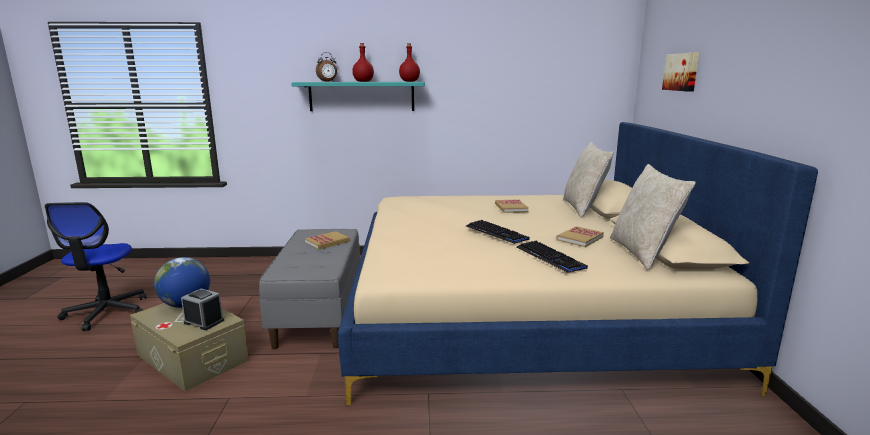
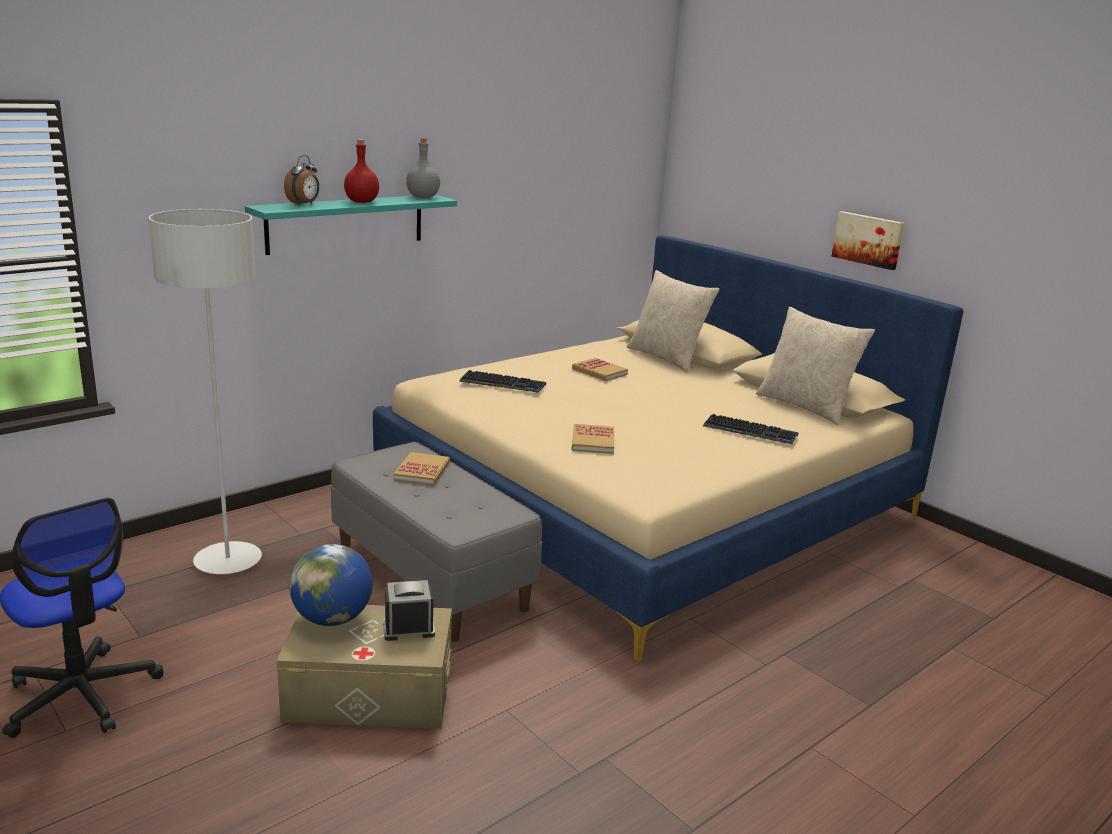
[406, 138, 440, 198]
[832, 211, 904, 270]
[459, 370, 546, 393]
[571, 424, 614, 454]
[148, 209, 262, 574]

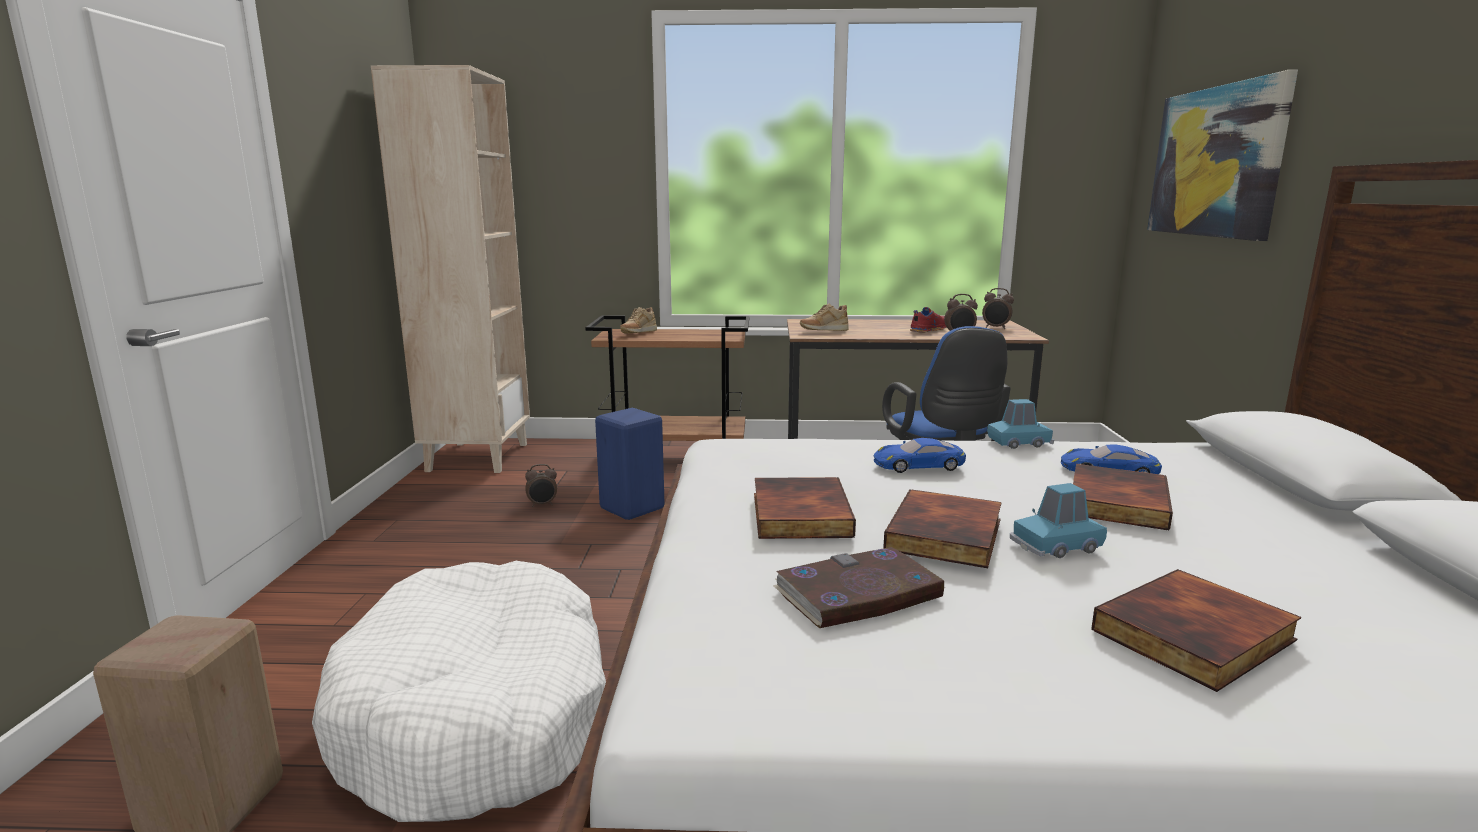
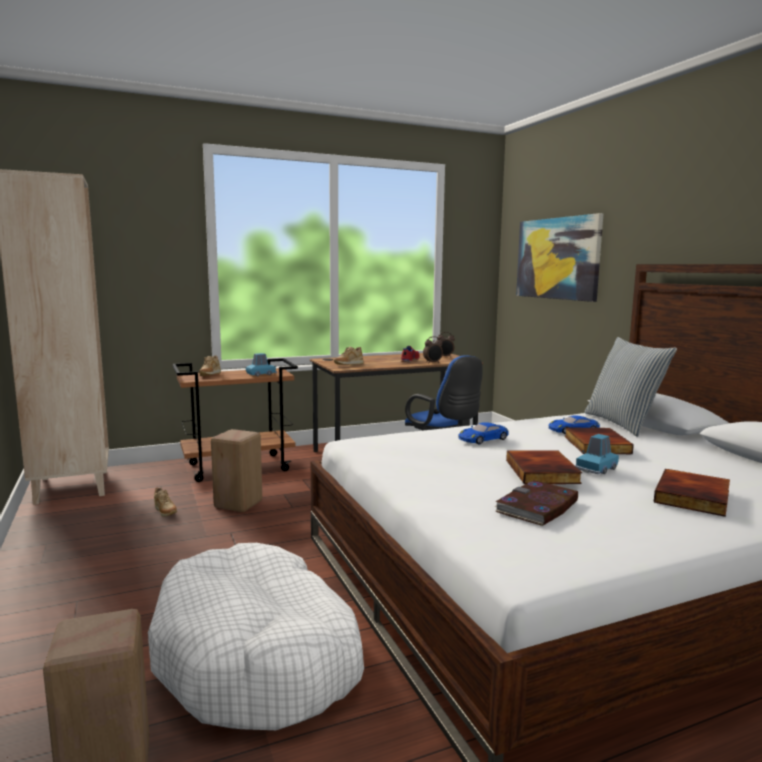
[246, 353, 277, 377]
[211, 429, 262, 512]
[154, 487, 177, 517]
[754, 477, 856, 539] (first image)
[584, 337, 677, 437]

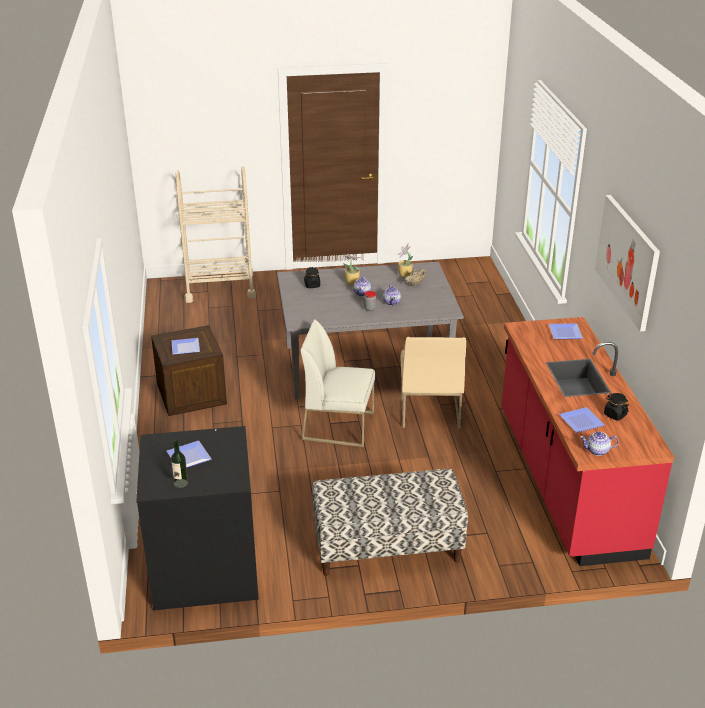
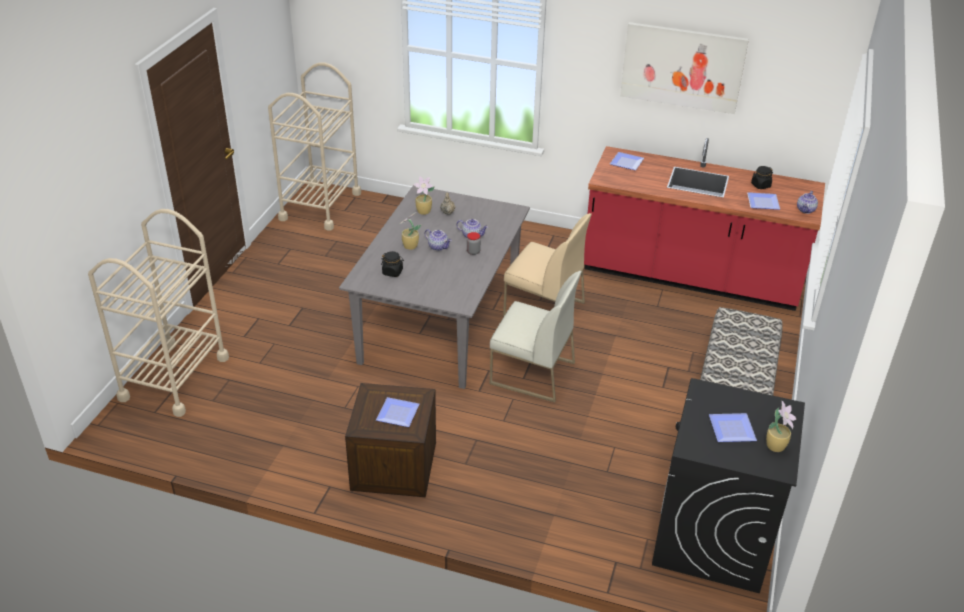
[490, 271, 582, 402]
[766, 401, 796, 452]
[268, 62, 361, 230]

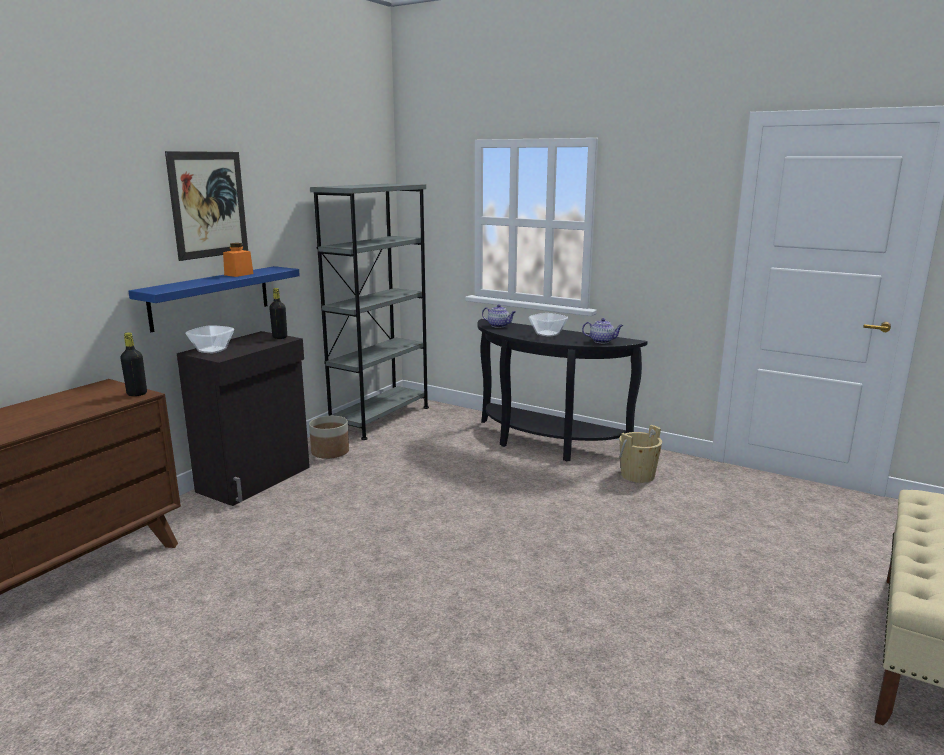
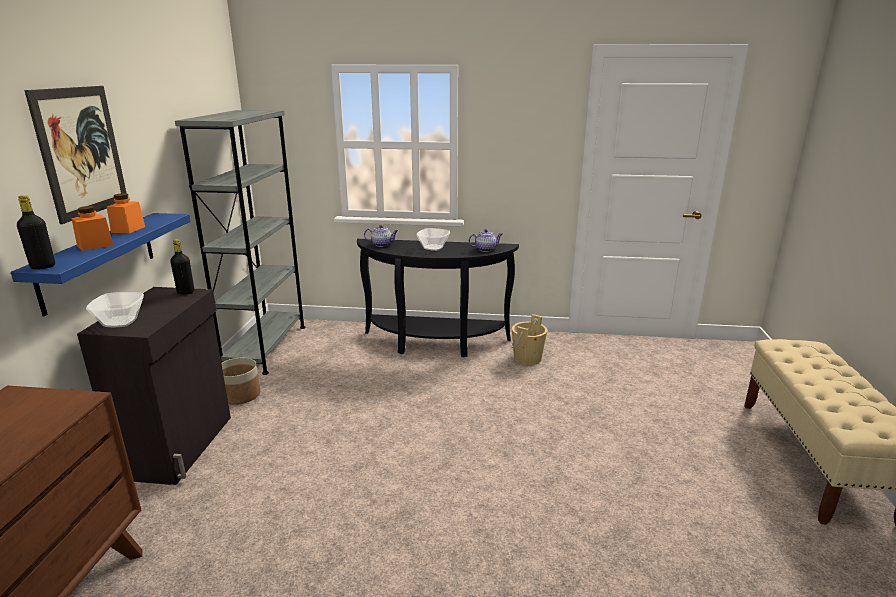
[17, 195, 55, 270]
[71, 206, 113, 251]

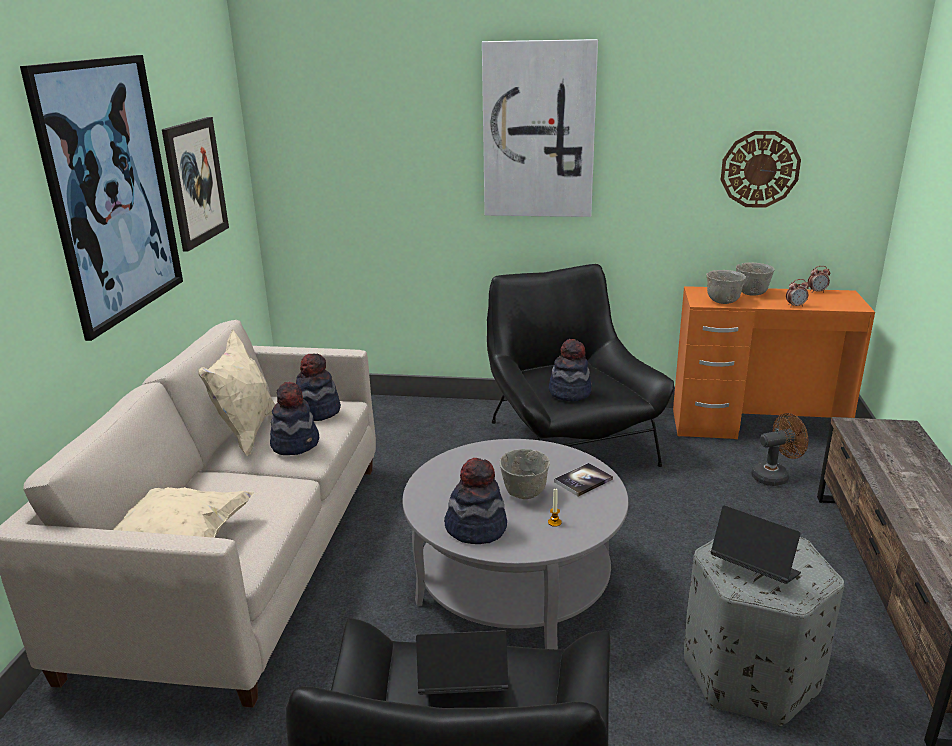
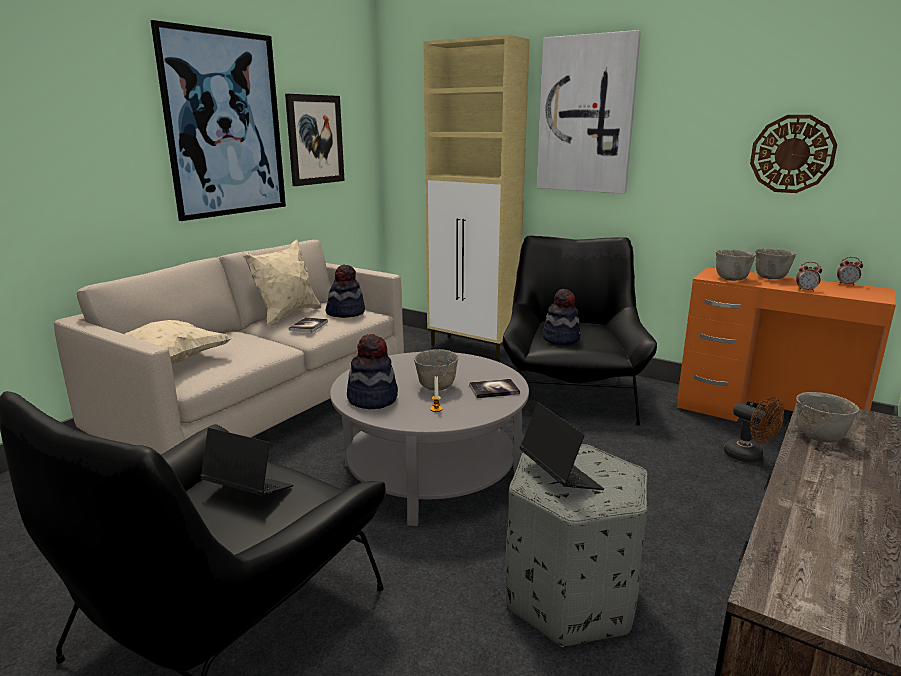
[289, 317, 328, 333]
[724, 397, 784, 463]
[423, 34, 530, 361]
[796, 392, 859, 443]

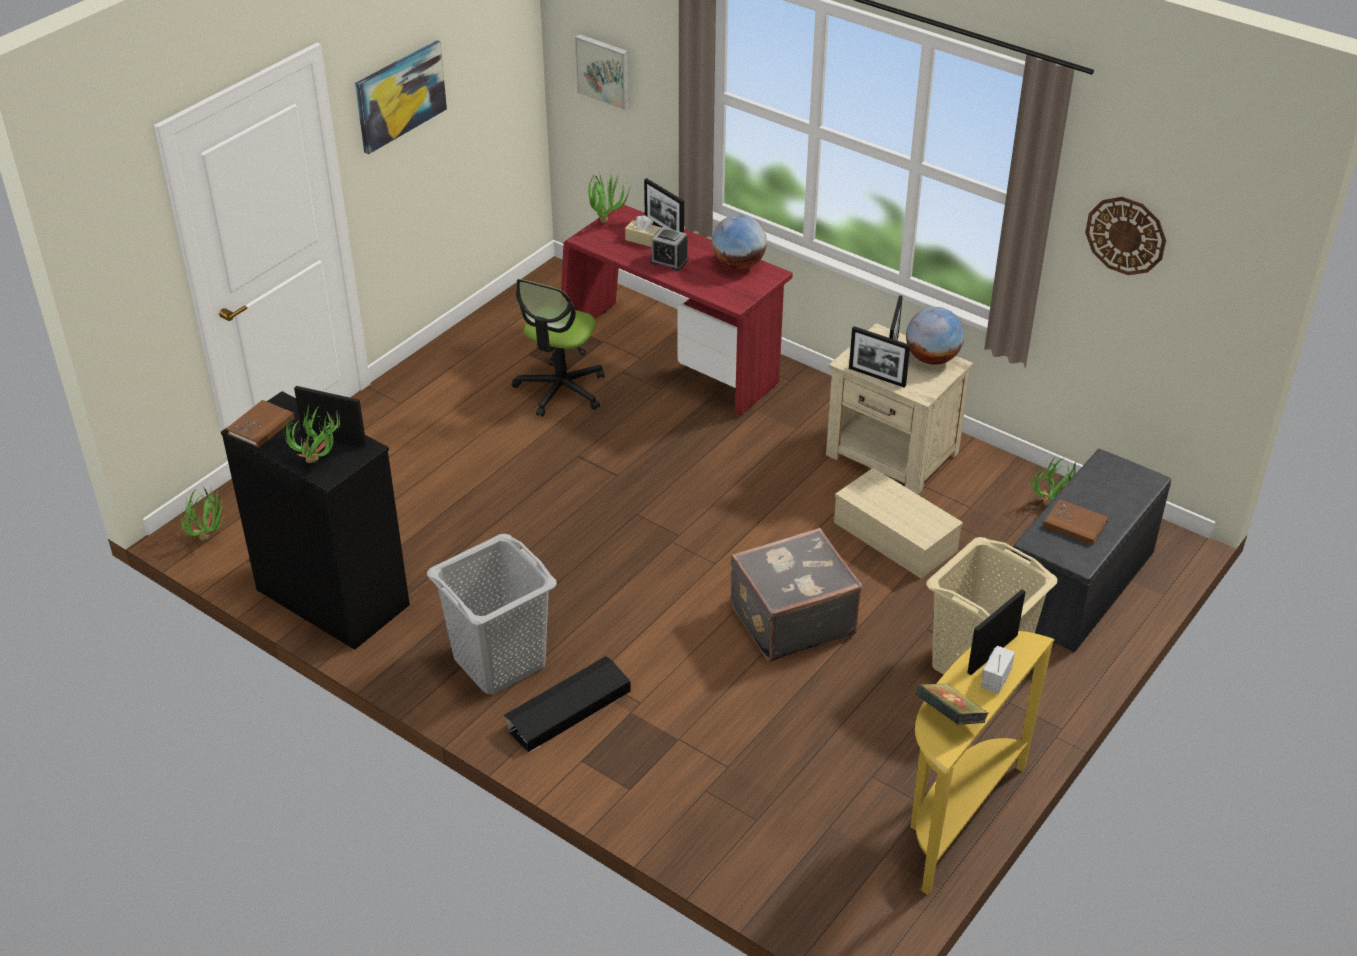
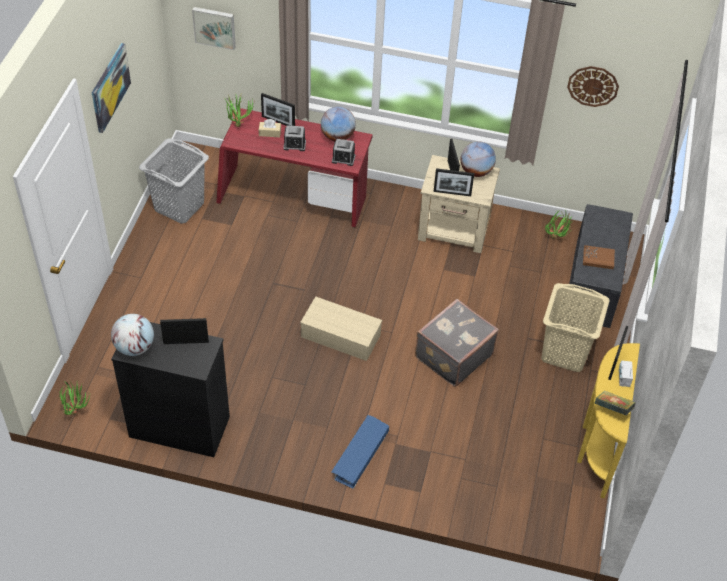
[512, 279, 604, 417] (first image)
[111, 314, 154, 356]
[283, 405, 340, 463] (first image)
[300, 296, 382, 361]
[139, 138, 209, 223]
[332, 415, 389, 489]
[332, 139, 355, 166]

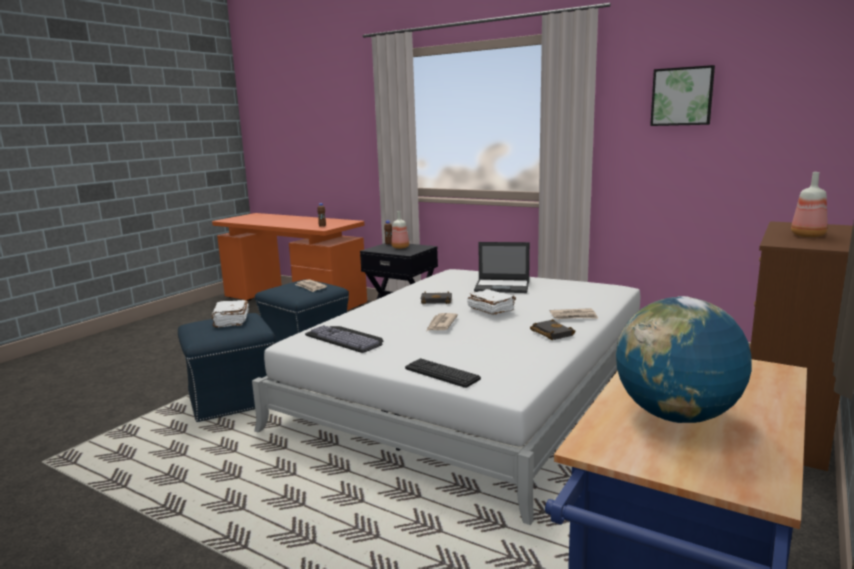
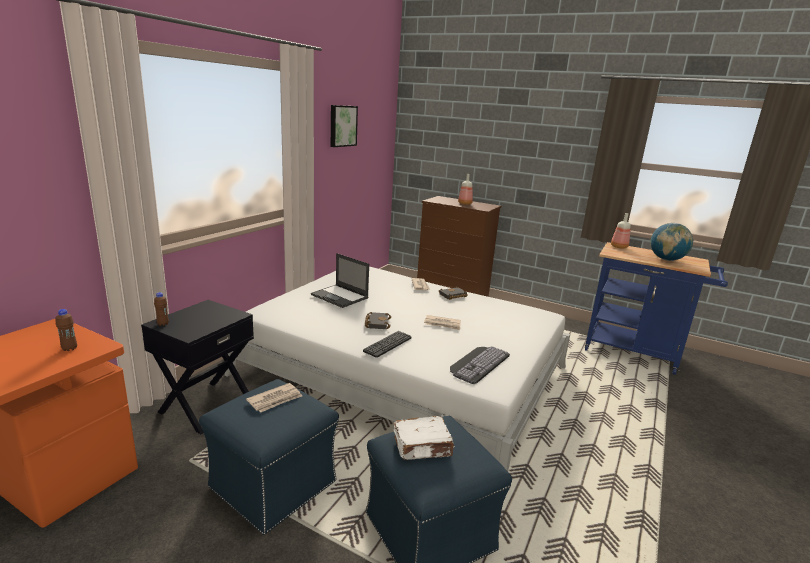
[611, 213, 631, 249]
[311, 253, 369, 308]
[467, 289, 516, 315] (first image)
[363, 331, 412, 358]

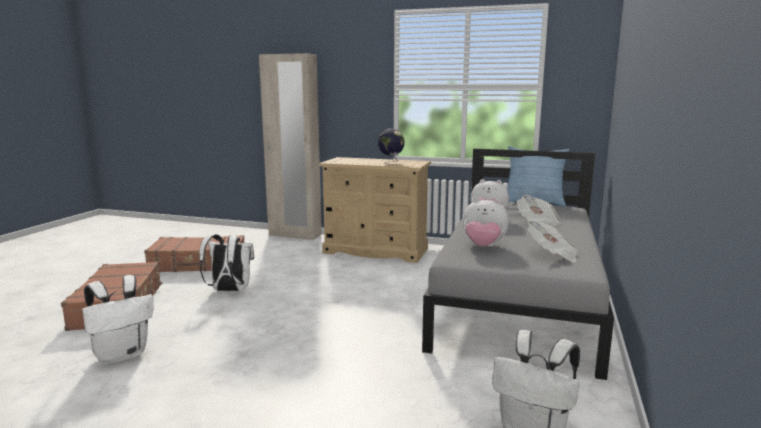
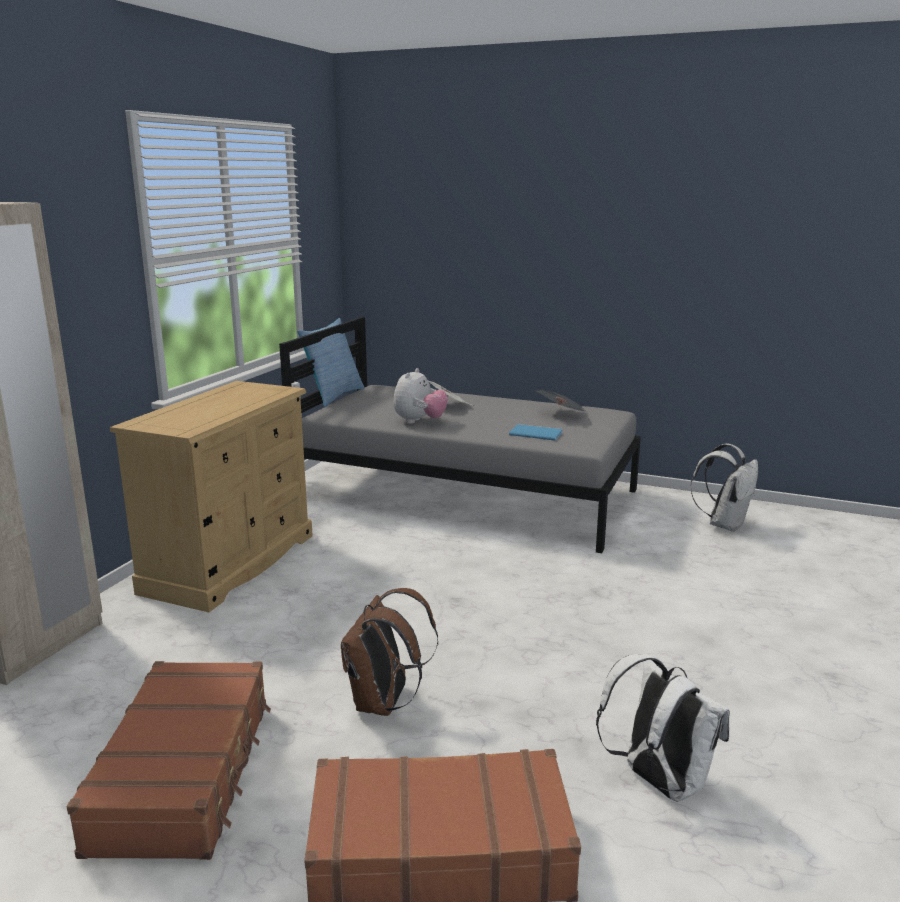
[378, 129, 405, 165] (first image)
[509, 424, 563, 441]
[341, 588, 438, 716]

